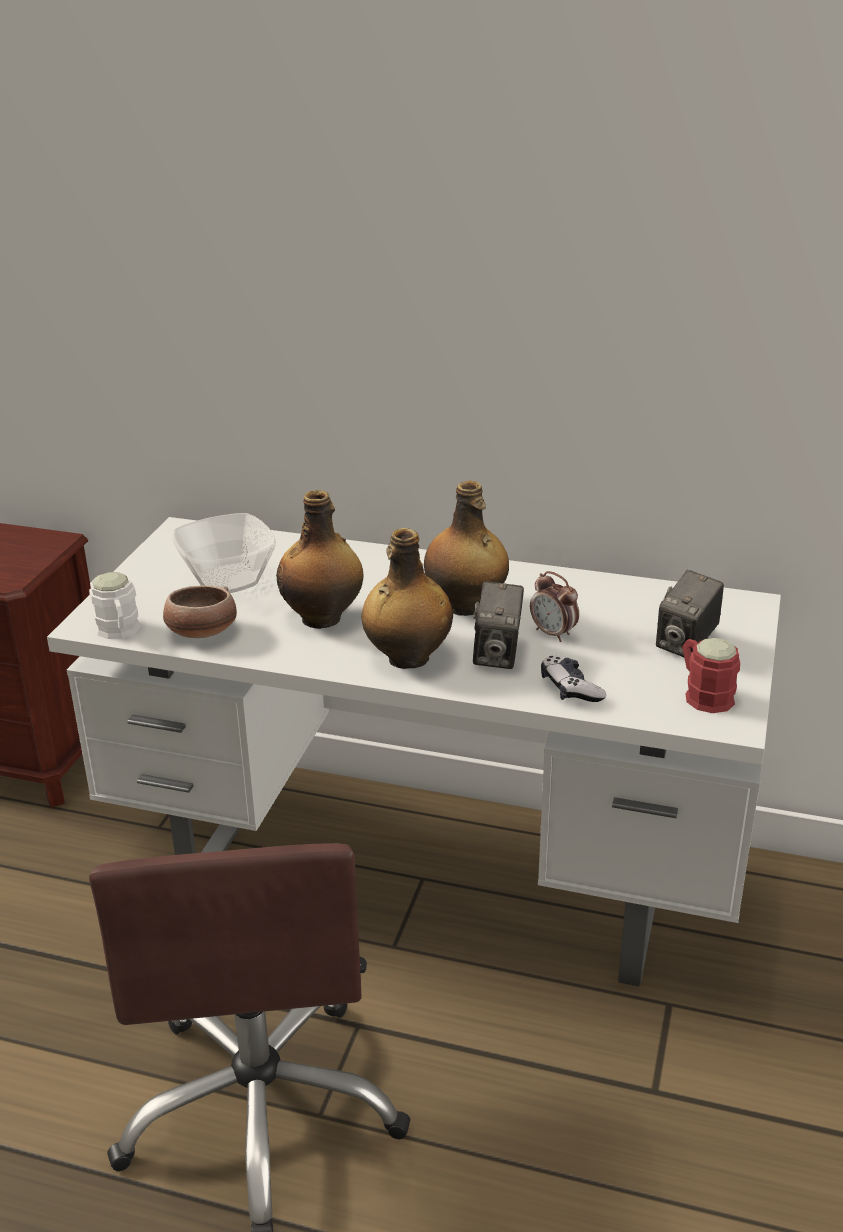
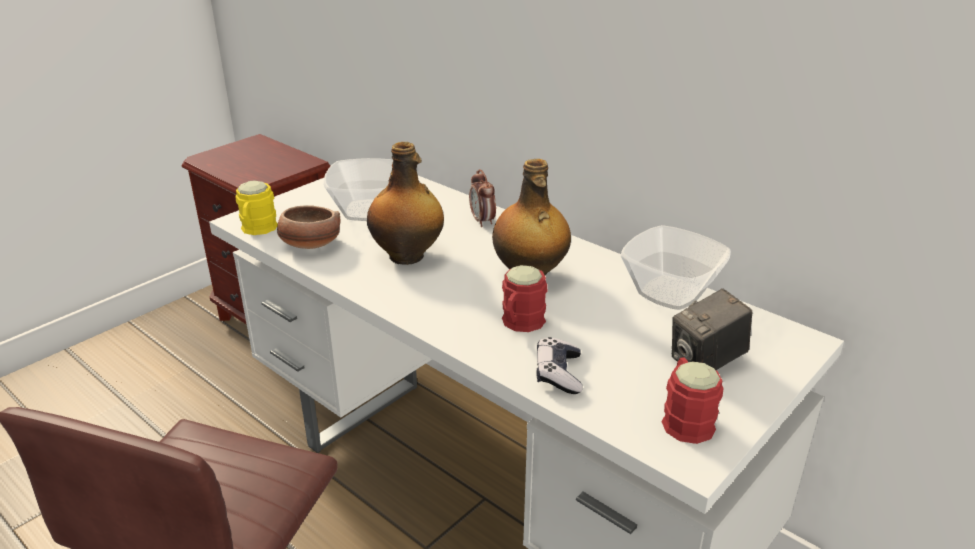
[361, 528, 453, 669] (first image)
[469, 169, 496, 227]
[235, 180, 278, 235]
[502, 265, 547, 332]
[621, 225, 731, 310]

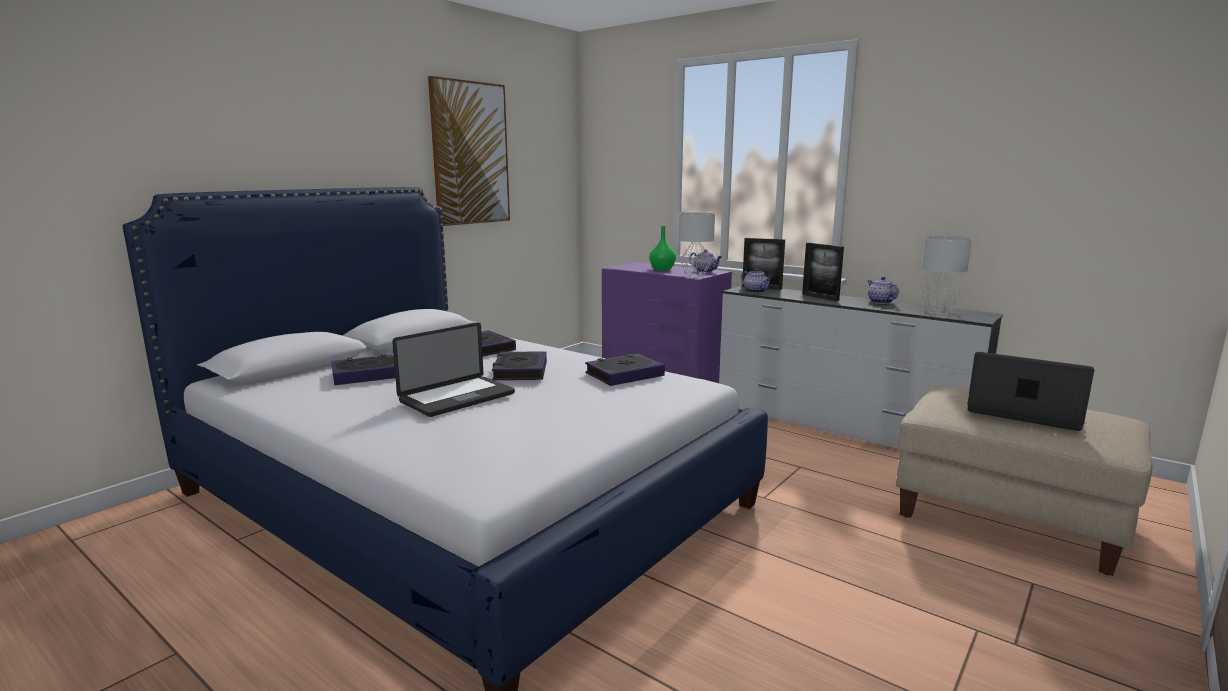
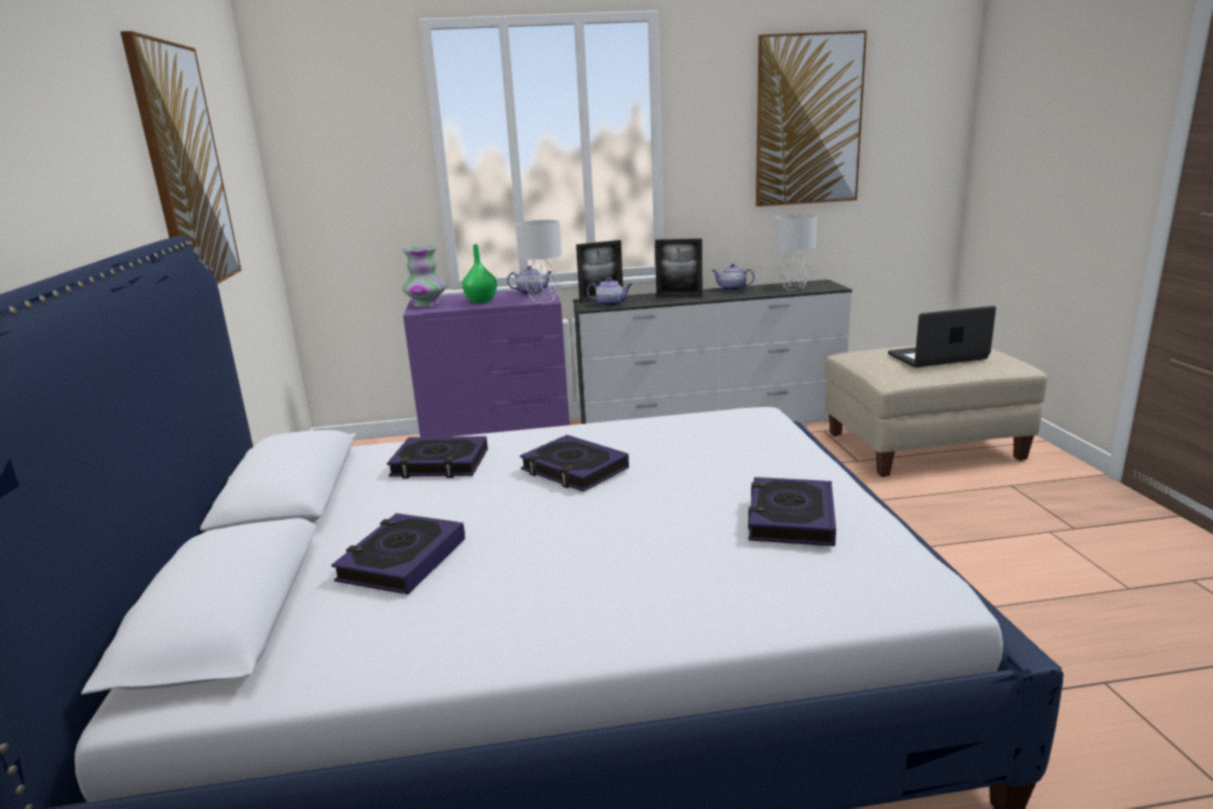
[392, 323, 515, 417] (first image)
[748, 477, 836, 546]
[756, 30, 867, 207]
[402, 245, 447, 307]

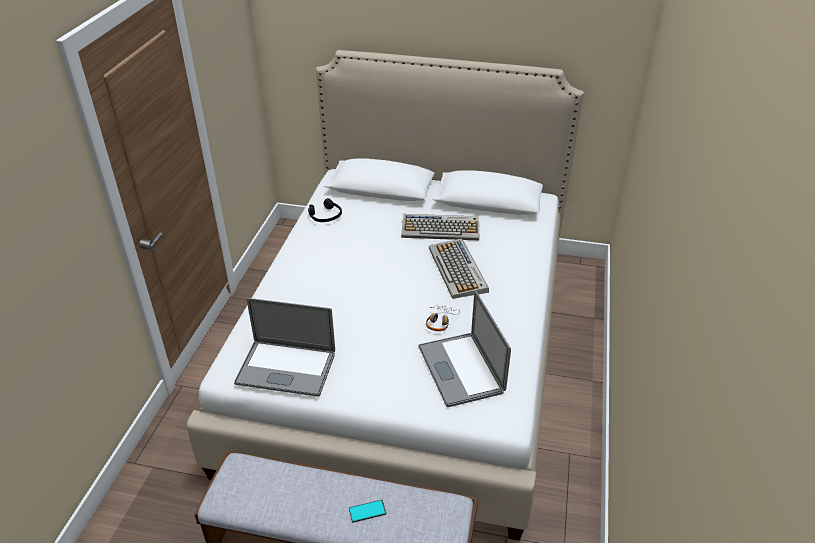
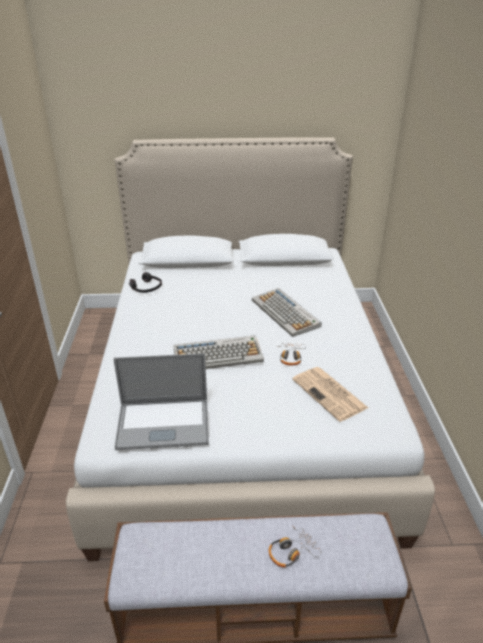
[173, 335, 264, 369]
[292, 367, 368, 422]
[269, 527, 321, 567]

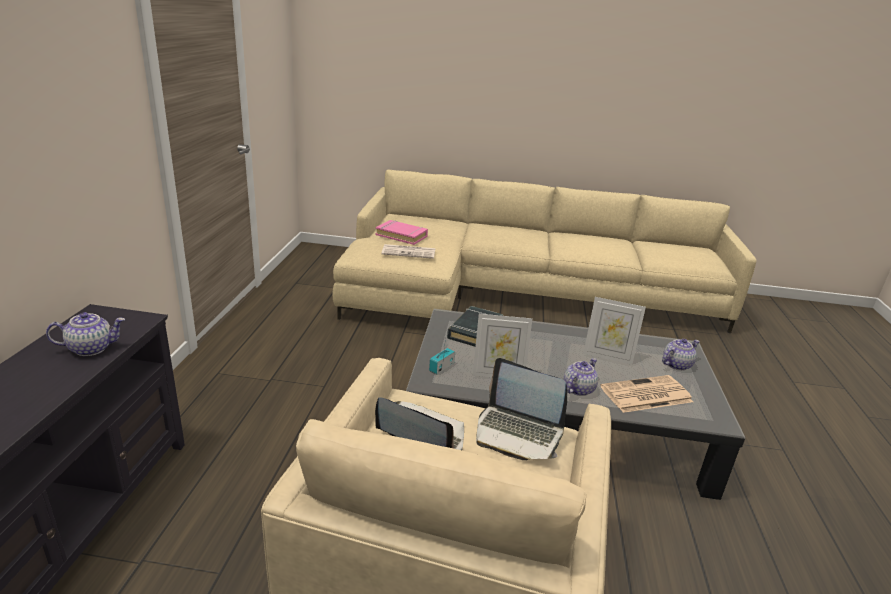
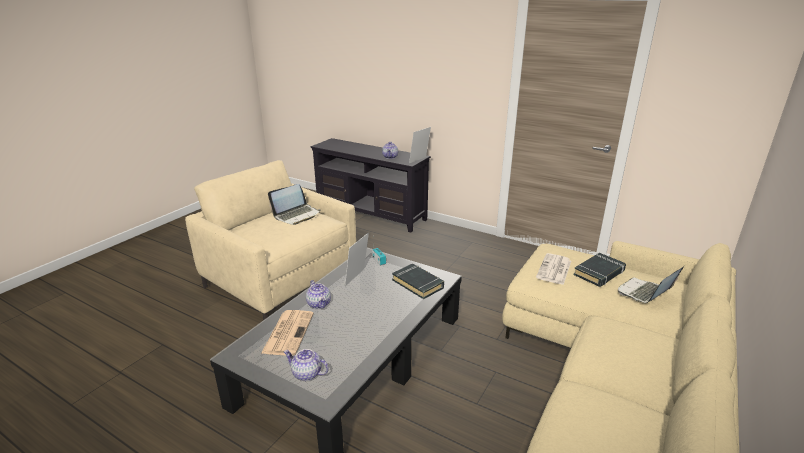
[574, 253, 626, 287]
[409, 127, 431, 163]
[283, 349, 329, 381]
[618, 266, 684, 303]

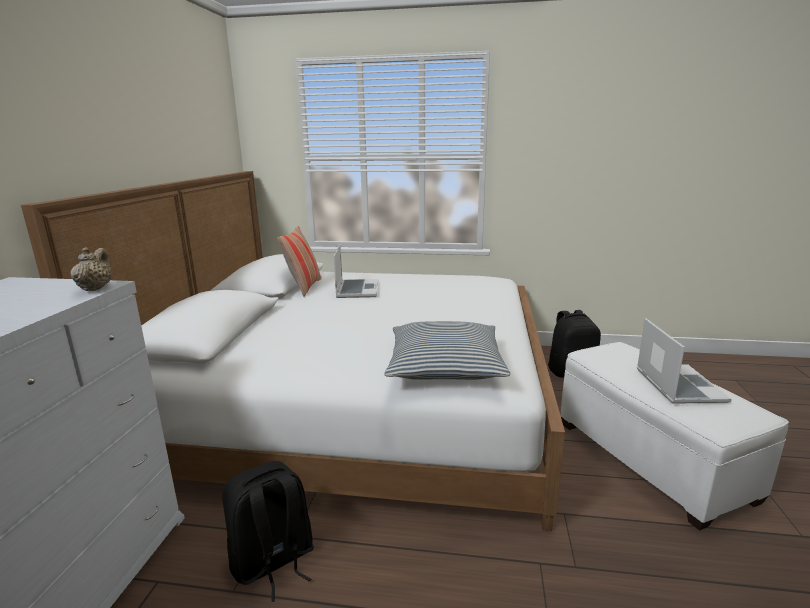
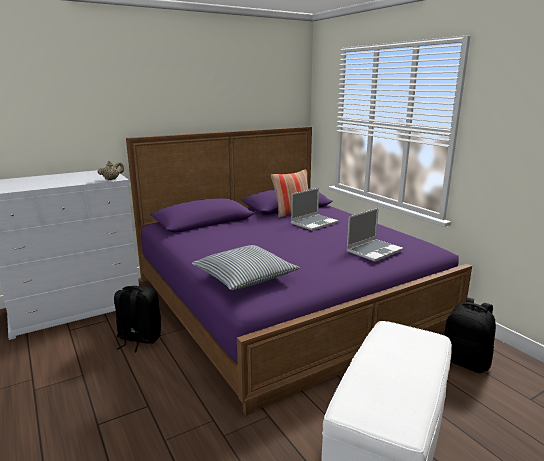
[126, 127, 472, 416]
[346, 208, 403, 262]

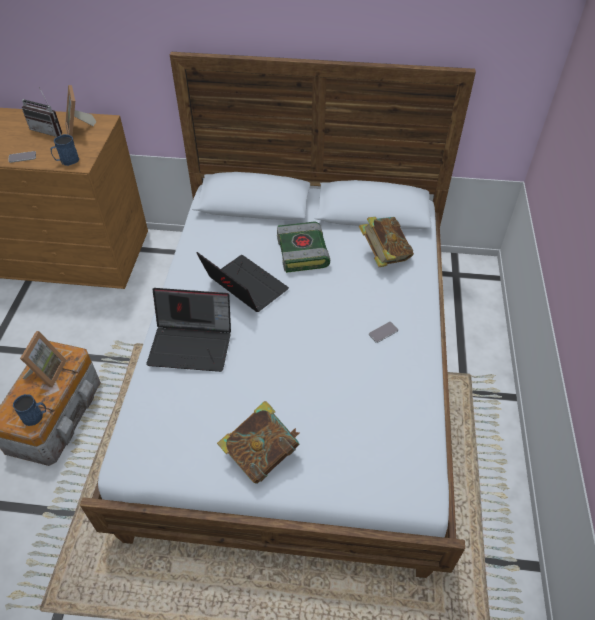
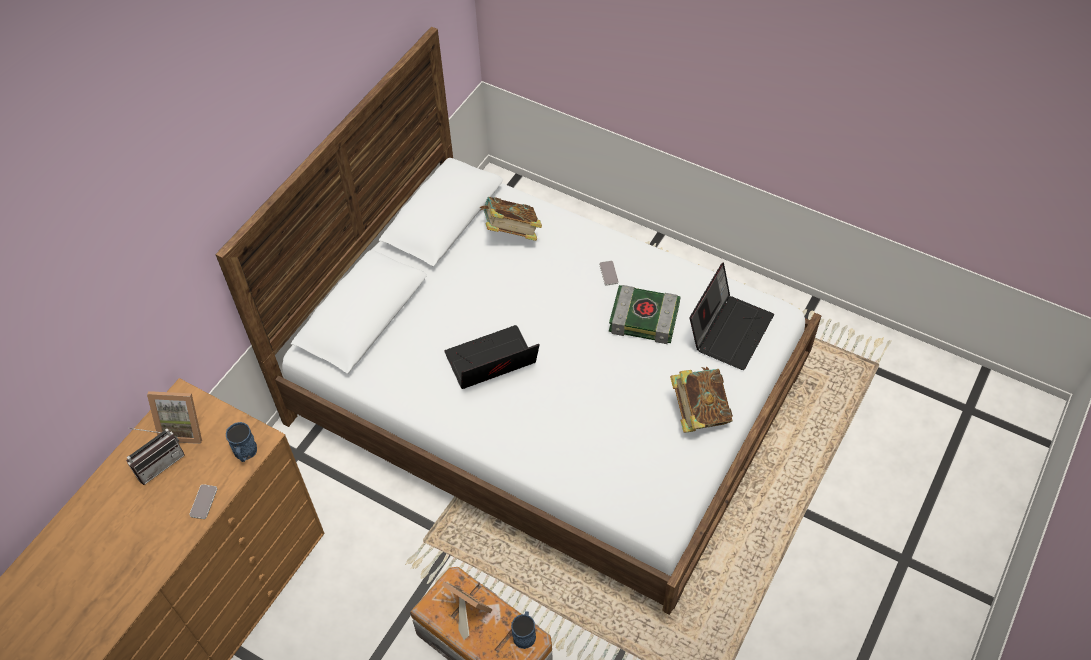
[609, 285, 681, 344]
[690, 262, 774, 370]

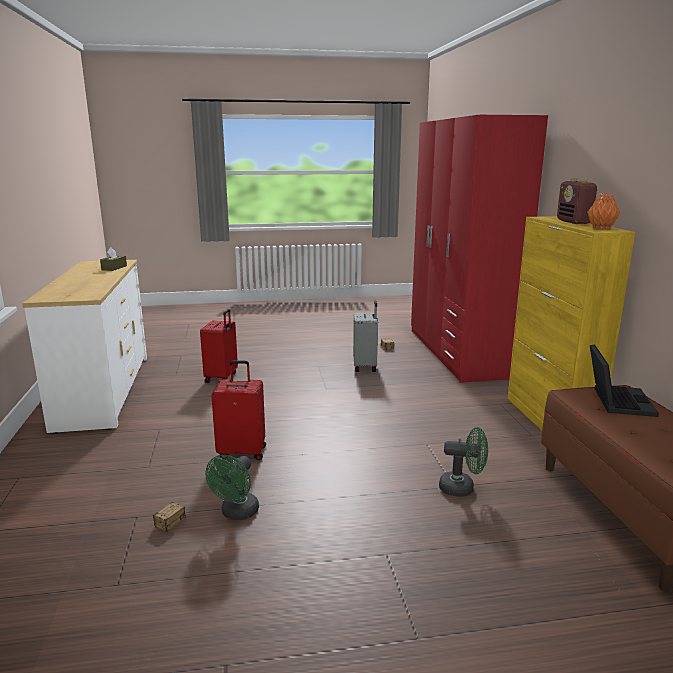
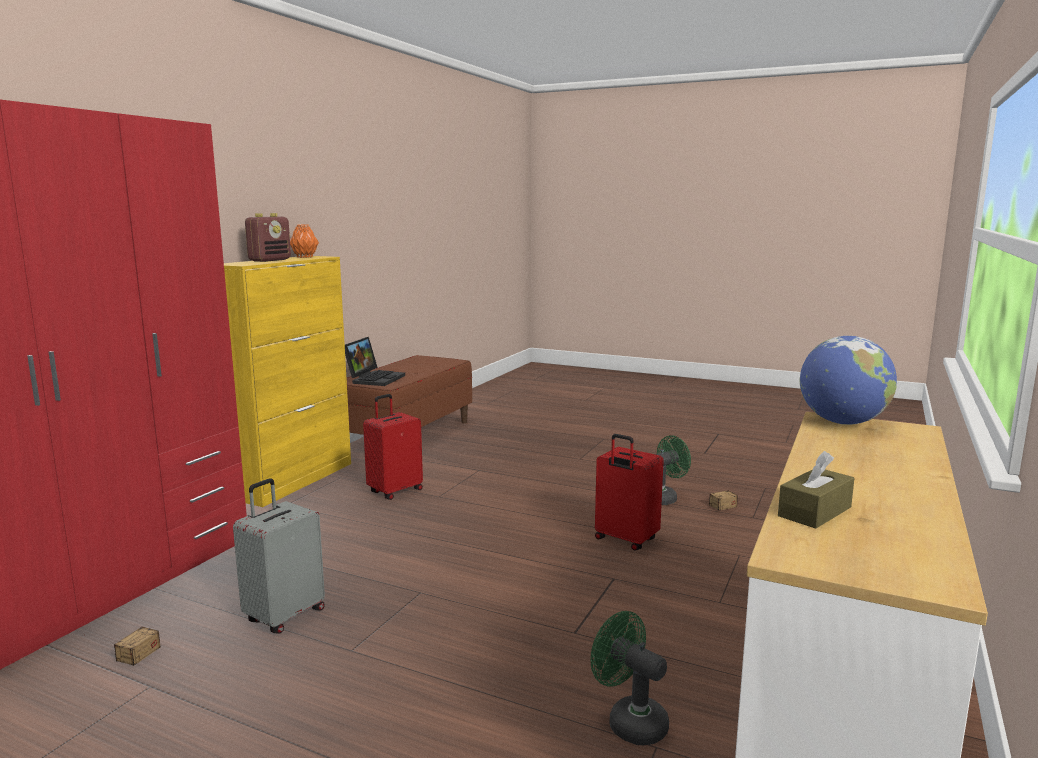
[363, 394, 423, 500]
[345, 337, 405, 386]
[591, 611, 669, 745]
[800, 336, 897, 425]

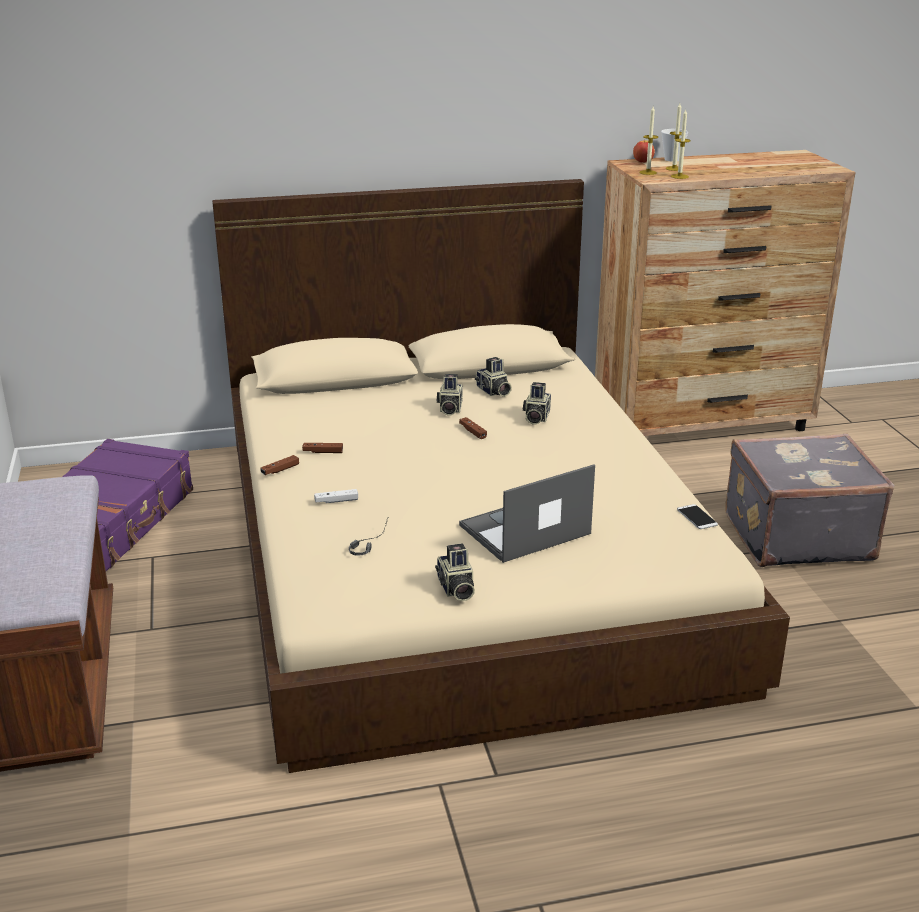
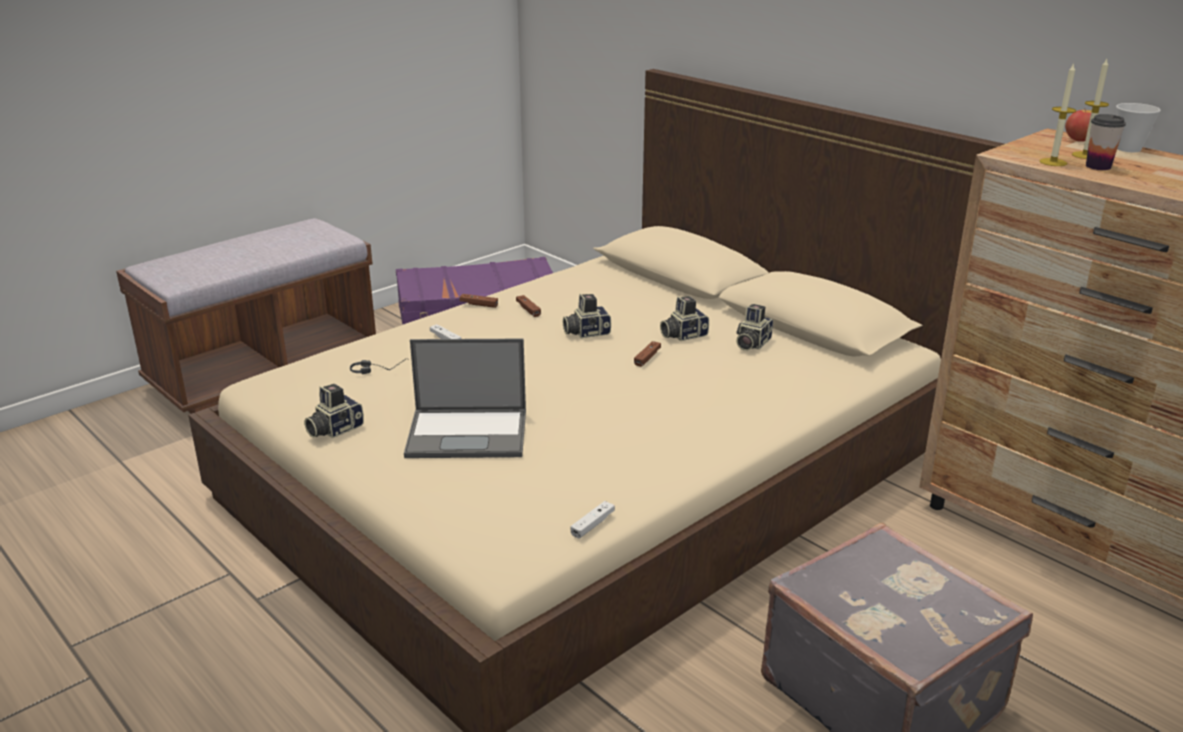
[639, 107, 658, 175] (first image)
[563, 293, 611, 338]
[404, 339, 526, 458]
[570, 501, 615, 538]
[1086, 114, 1126, 170]

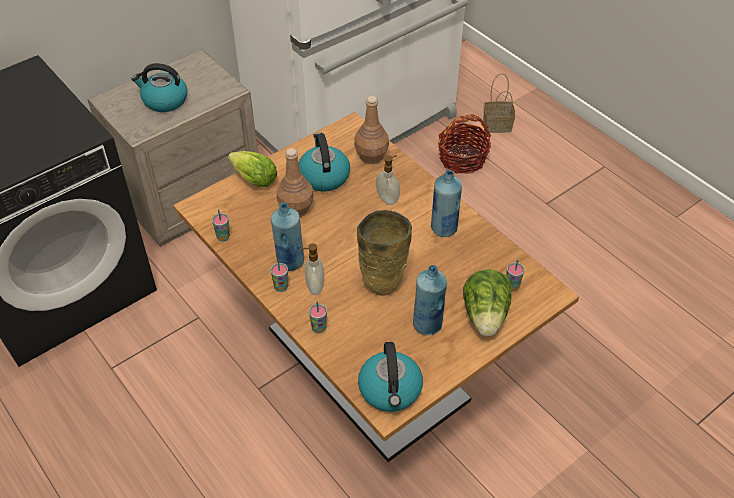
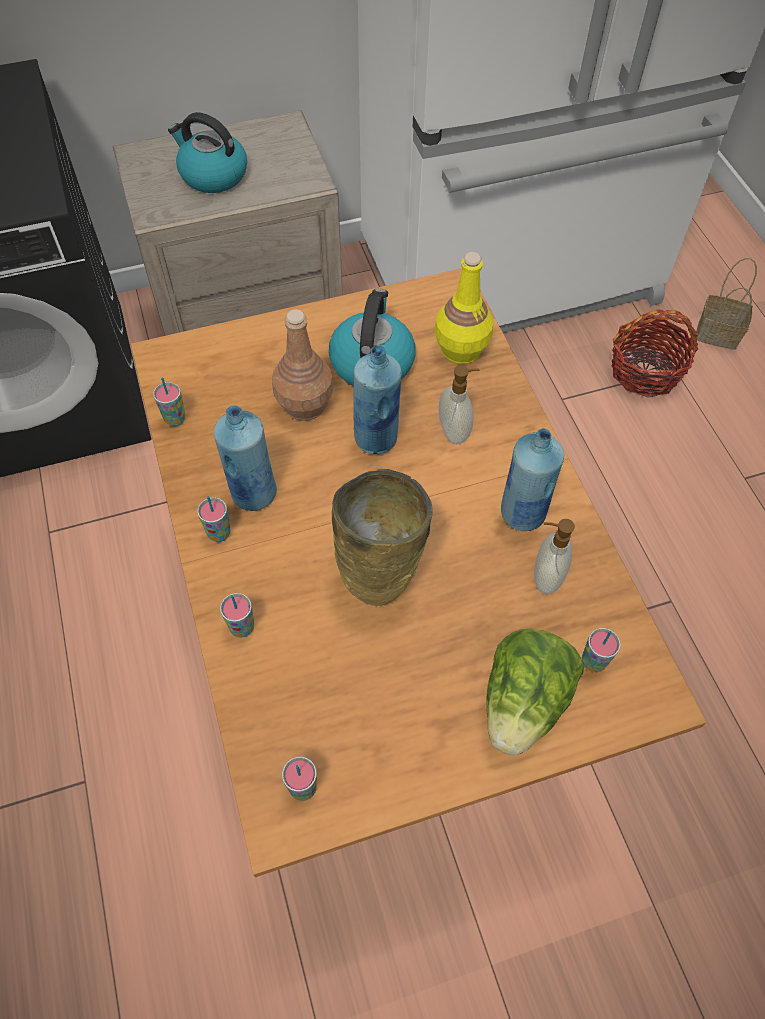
[435, 252, 494, 364]
[228, 151, 277, 187] (first image)
[534, 519, 575, 594]
[353, 345, 402, 454]
[282, 757, 317, 801]

